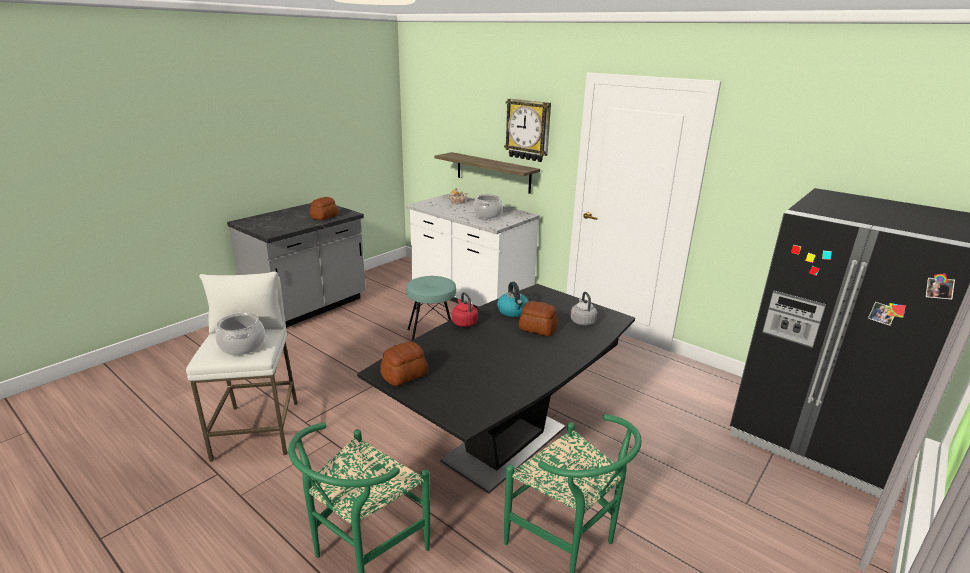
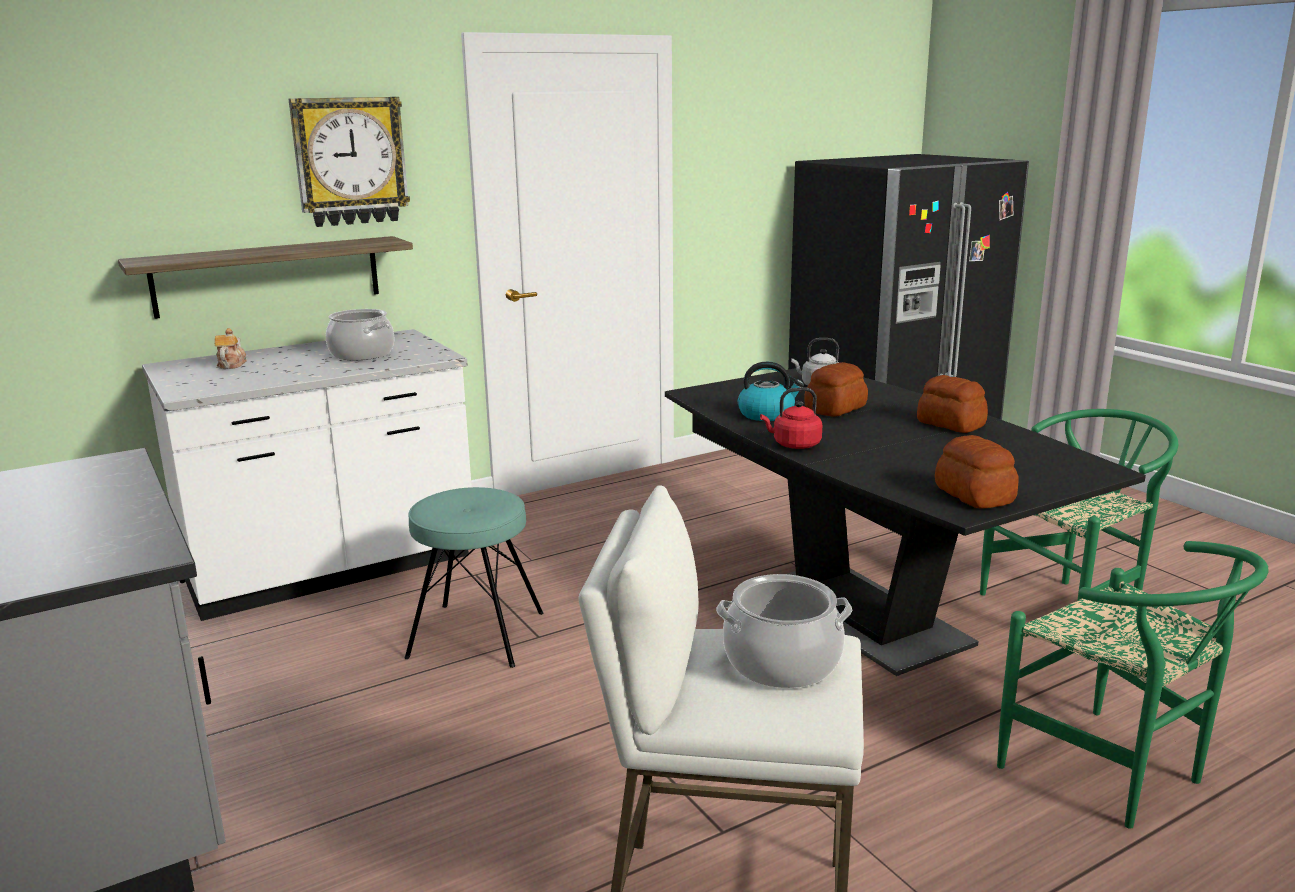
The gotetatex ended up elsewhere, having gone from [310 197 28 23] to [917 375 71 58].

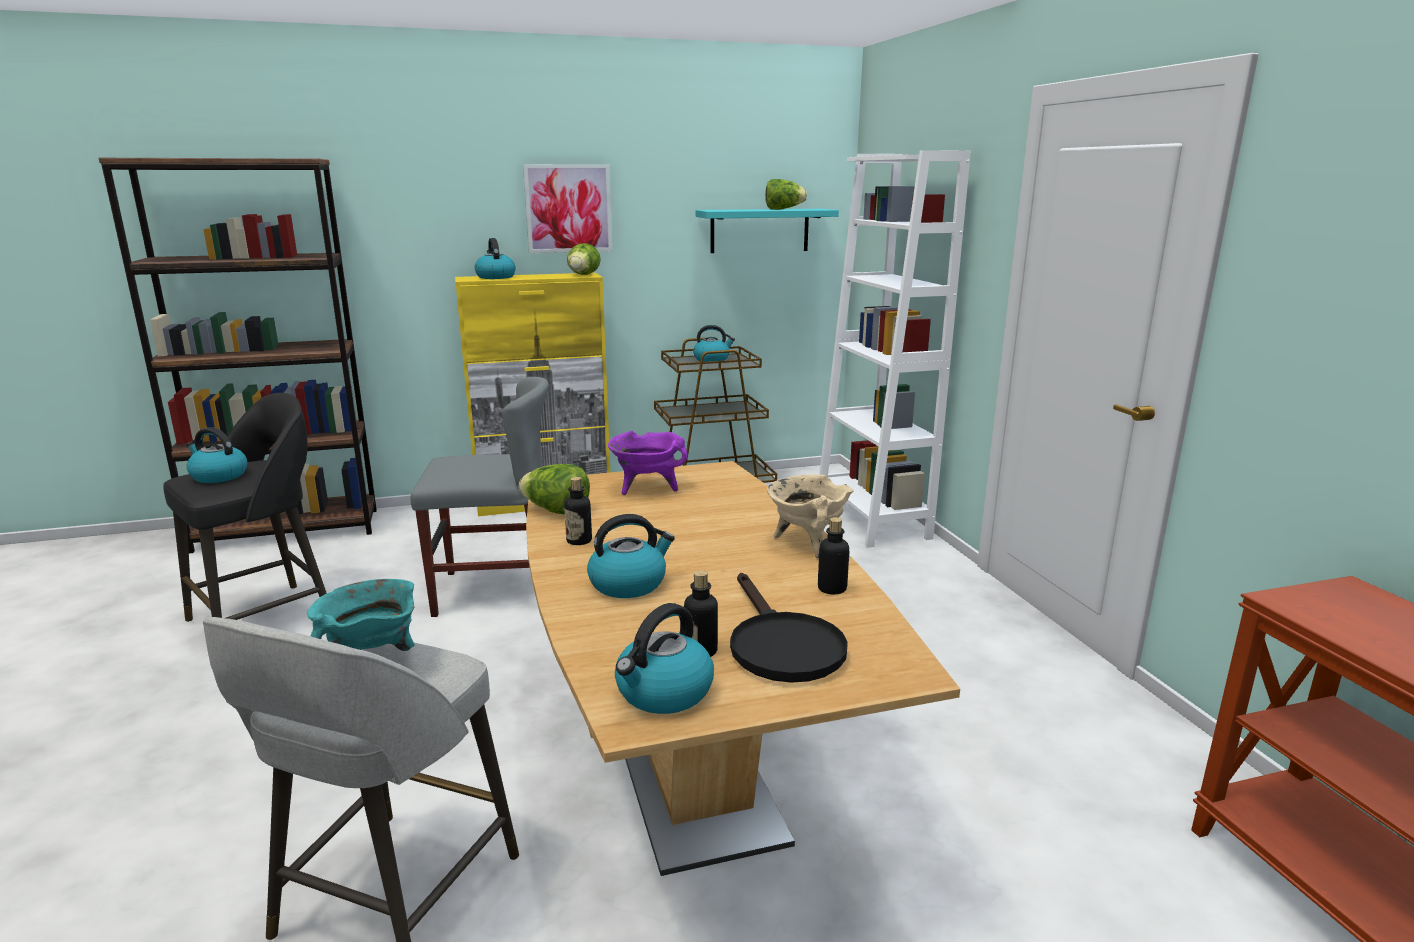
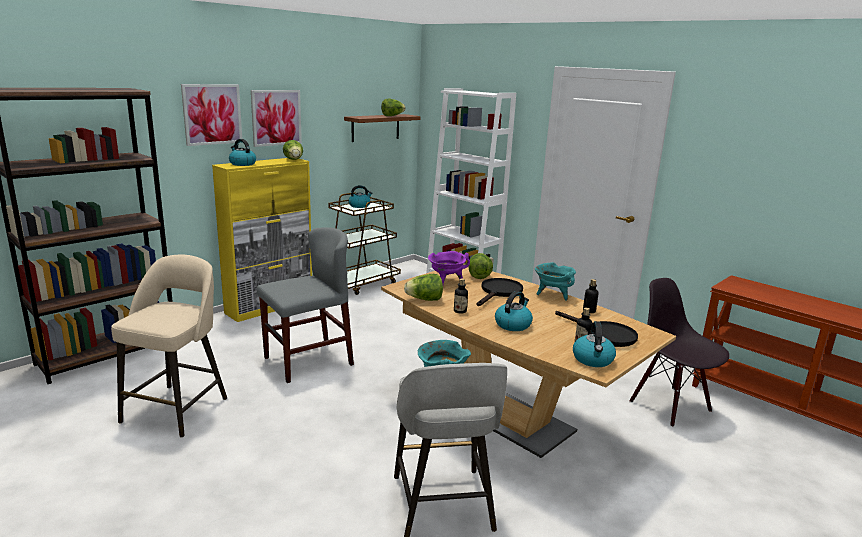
What was the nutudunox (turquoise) at [695 209 144 44] turned into the nutudunox (brown) at [344 114 77 28]. What was the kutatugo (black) at [163 393 164 229] turned into the kutatugo (beige) at [111 255 116 183]. The second view lost the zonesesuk at [186 427 61 56]. What was the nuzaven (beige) at [767 475 87 84] turned into the nuzaven (turquoise) at [535 262 41 39]. The second view gained the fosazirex at [181 84 61 62]. The second view gained the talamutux at [468 253 25 26]. The second view gained the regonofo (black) at [477 278 46 28]. The second view gained the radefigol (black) at [629 278 101 149].

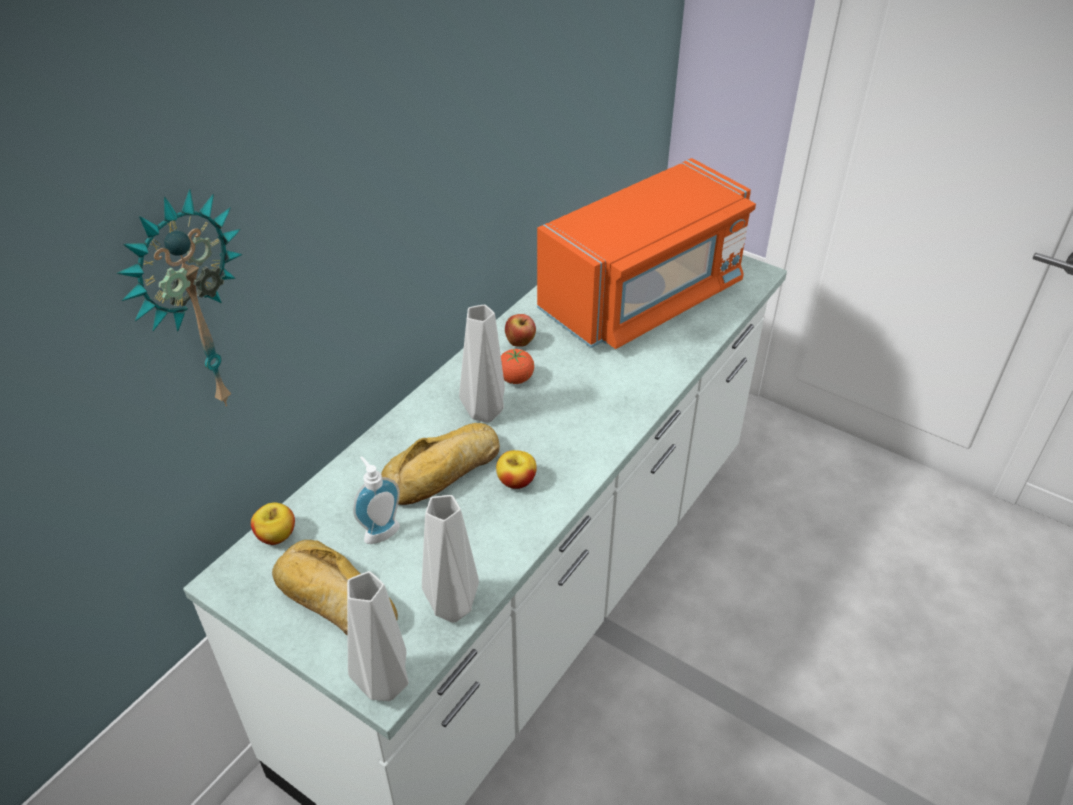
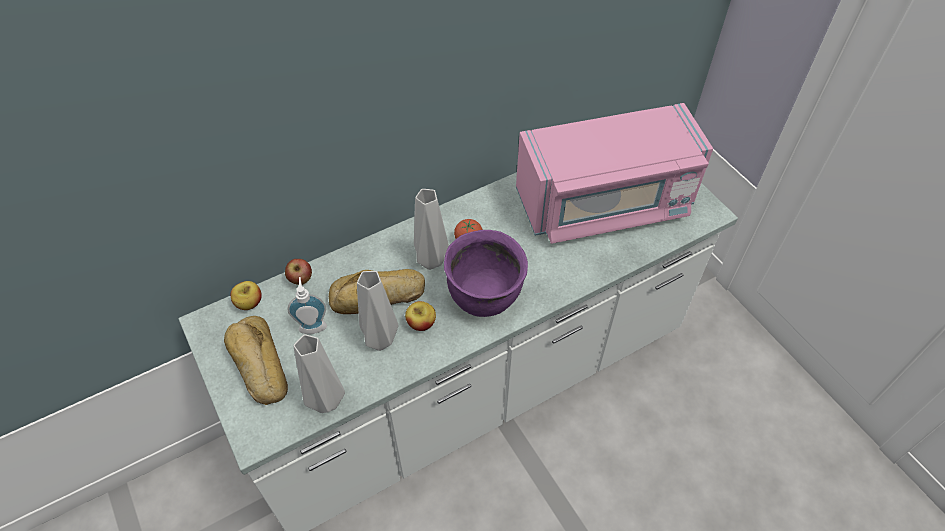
What was the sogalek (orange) at [537 158 219 191] turned into the sogalek (pink) at [516 103 197 141]. The second view lost the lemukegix at [117 189 125 217]. The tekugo ended up elsewhere, having gone from [505 314 31 33] to [285 259 27 26]. The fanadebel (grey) ended up elsewhere, having gone from [347 571 62 130] to [357 271 41 80]. The second view gained the nuzaven (purple) at [444 230 84 87].

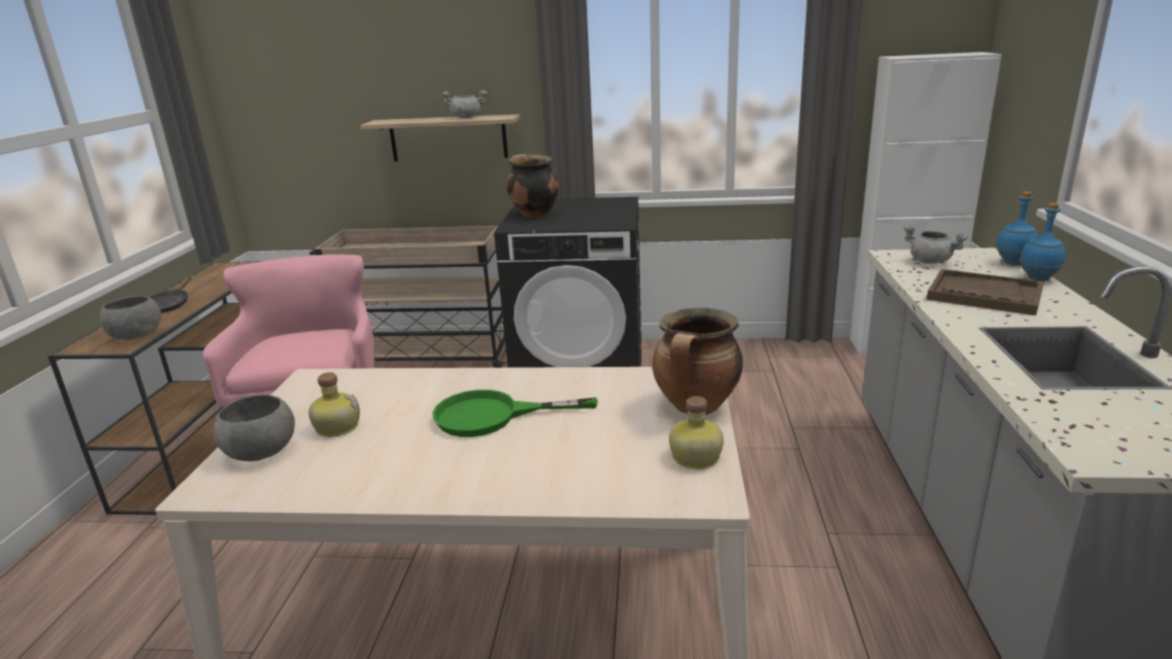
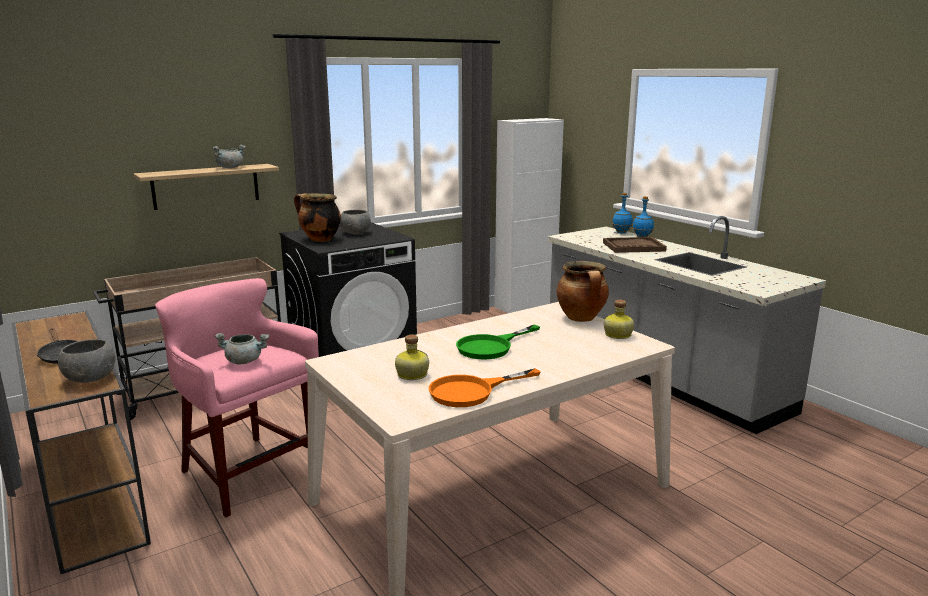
The nuzaven (grey) ended up elsewhere, having gone from [904 225 65 39] to [215 333 54 31]. The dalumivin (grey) ended up elsewhere, having gone from [213 394 82 67] to [340 210 31 24]. The second view gained the regonofo (orange) at [429 368 111 39].

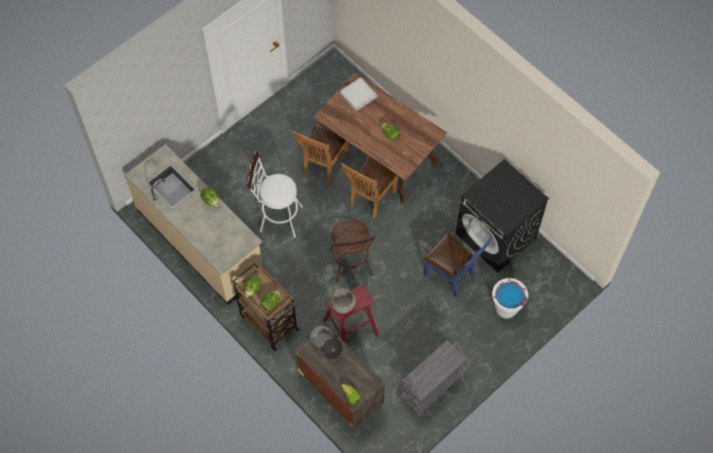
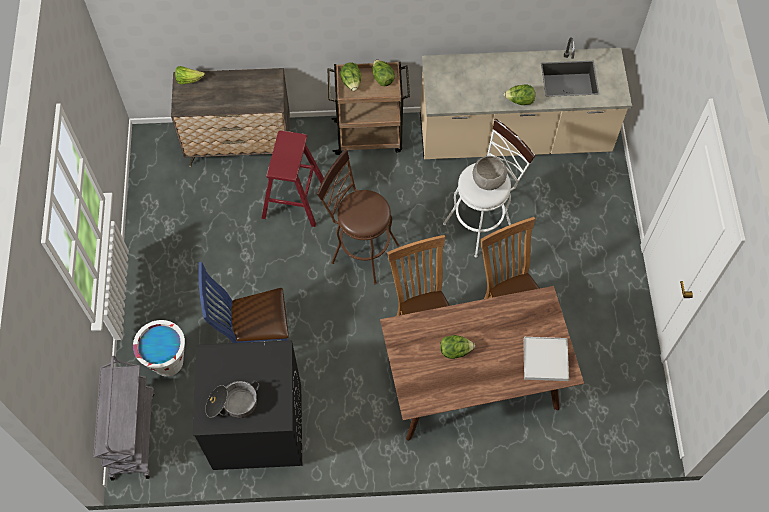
The dalumivin (grey) ended up elsewhere, having gone from [331 288 25 26] to [473 156 34 34]. The nuzaven ended up elsewhere, having gone from [306 326 37 33] to [205 380 55 38]. The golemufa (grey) ended up elsewhere, having gone from [399 340 68 77] to [93 356 61 125].

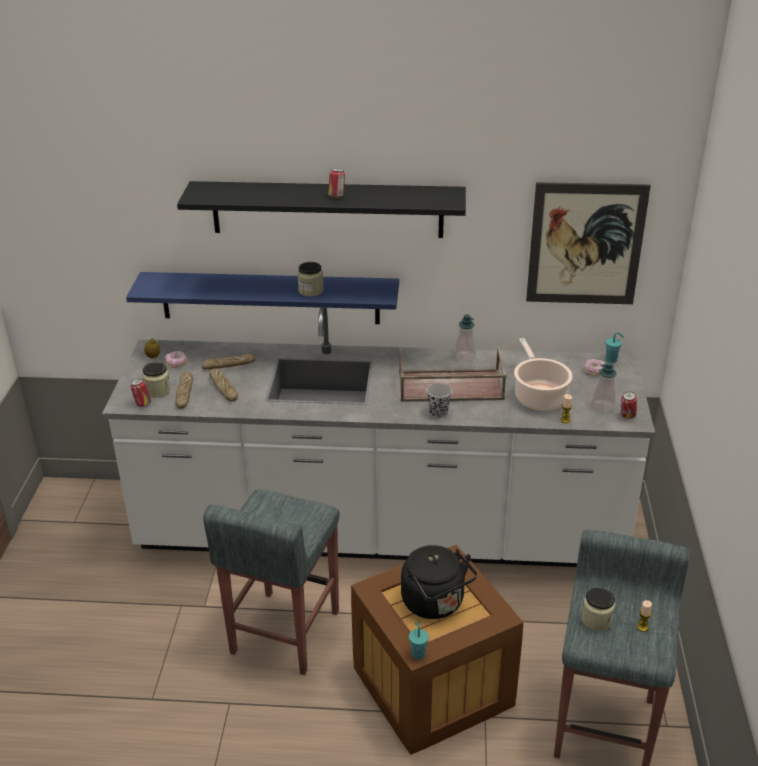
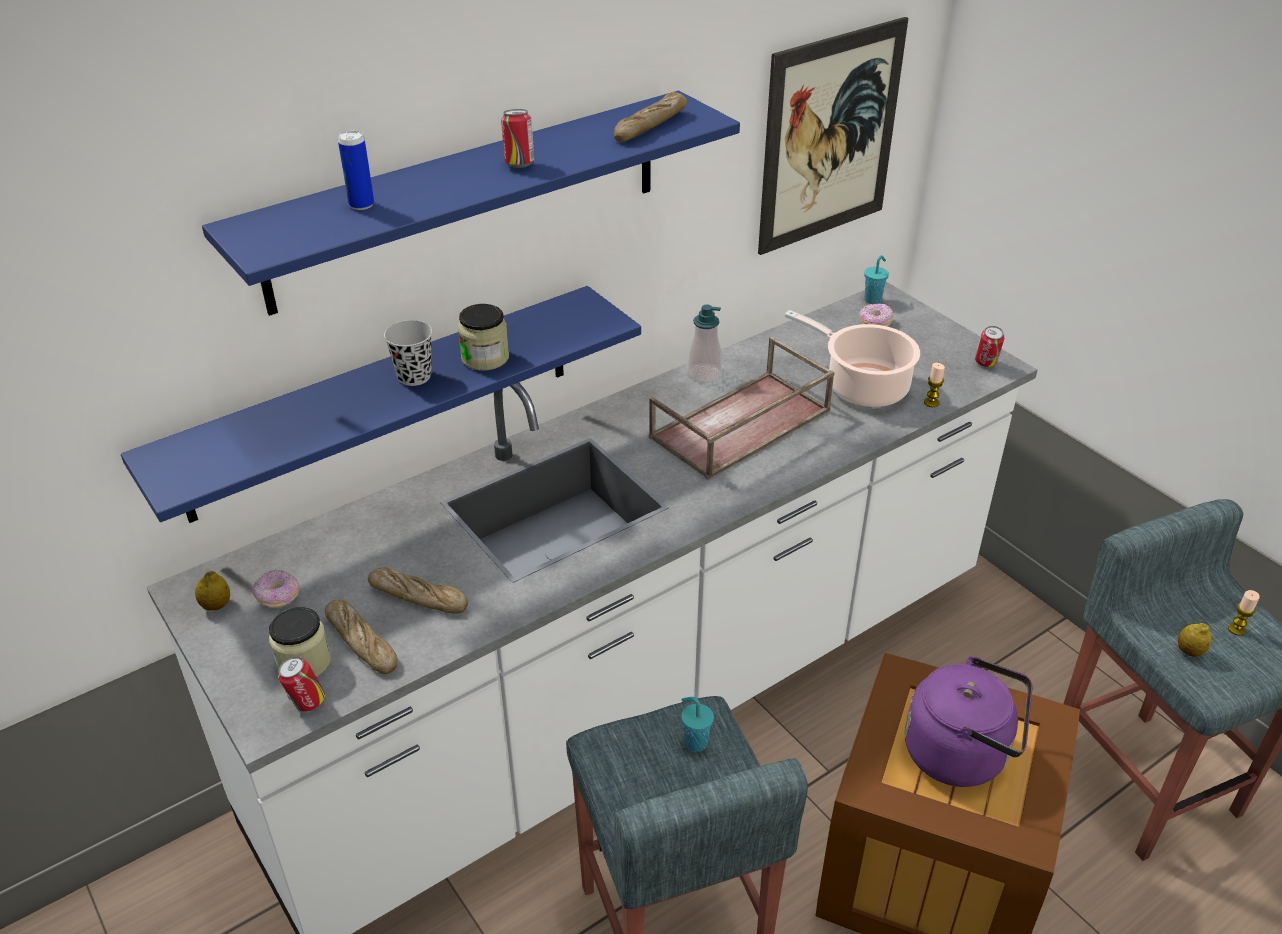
What was the nutudunox (black) at [177 181 289 57] turned into the nutudunox (blue) at [202 91 538 225]. The gotetatex ended up elsewhere, having gone from [202 354 53 16] to [614 92 73 50]. The second view lost the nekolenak at [592 362 25 50]. The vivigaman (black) ended up elsewhere, having gone from [426 383 26 35] to [384 320 48 66]. What was the zonesesuk (black) at [401 545 76 74] turned into the zonesesuk (purple) at [905 656 127 131]. Where the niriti stood at [581 587 34 44], the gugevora came to stand at [1178 623 33 34]. The vivigaman (turquoise) ended up elsewhere, having gone from [409 622 20 37] to [681 697 33 55]. The second view gained the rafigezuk at [338 131 36 79].

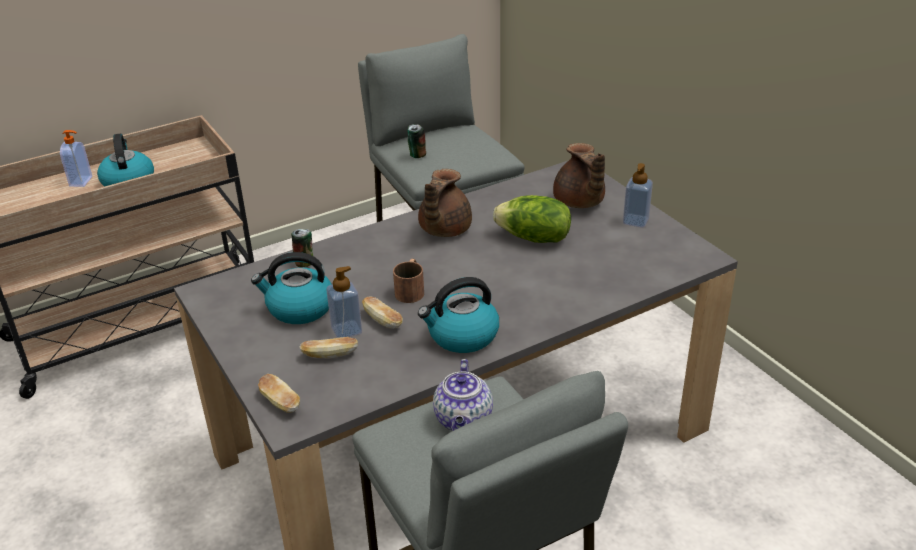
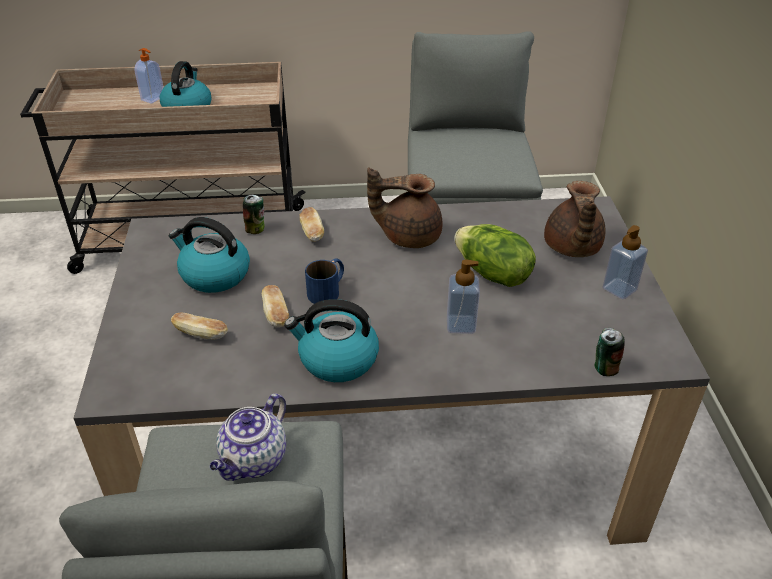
The rafigezuk ended up elsewhere, having gone from [408 124 18 34] to [595 328 30 48]. The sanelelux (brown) at [418 169 54 68] ended up facing another way, 45 degrees clockwise from before. What was the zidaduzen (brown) at [393 258 31 45] turned into the zidaduzen (blue) at [305 258 39 46]. The nekolenak ended up elsewhere, having gone from [326 266 36 72] to [447 260 33 74]. The gotetatex ended up elsewhere, having gone from [258 374 42 39] to [300 207 24 35].

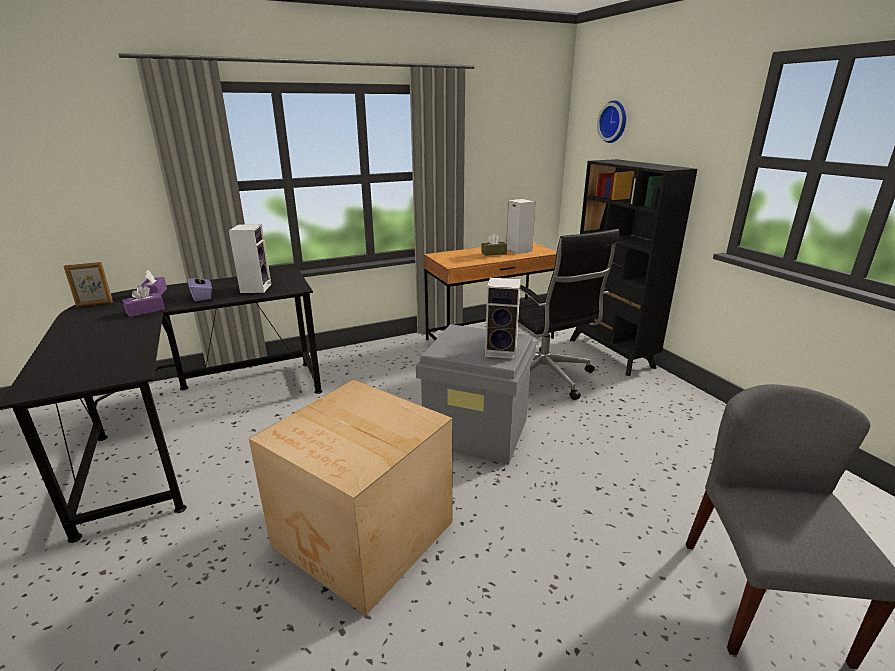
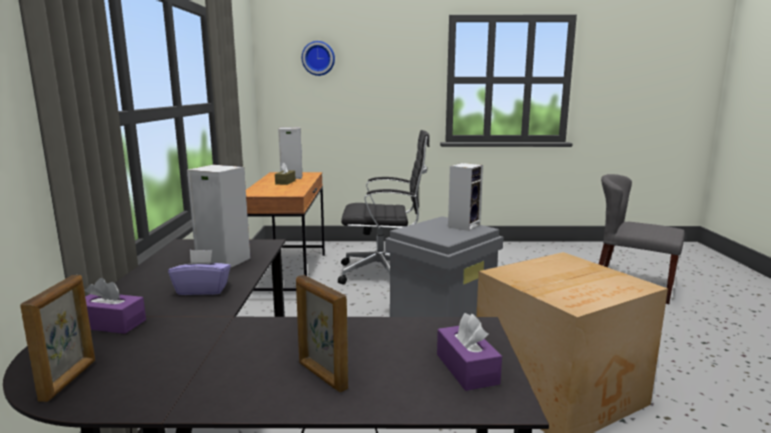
The second view lost the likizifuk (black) at [570 159 127 217]. The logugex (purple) ended up elsewhere, having gone from [122 285 43 32] to [437 313 65 78]. The second view gained the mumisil at [296 275 52 118].

